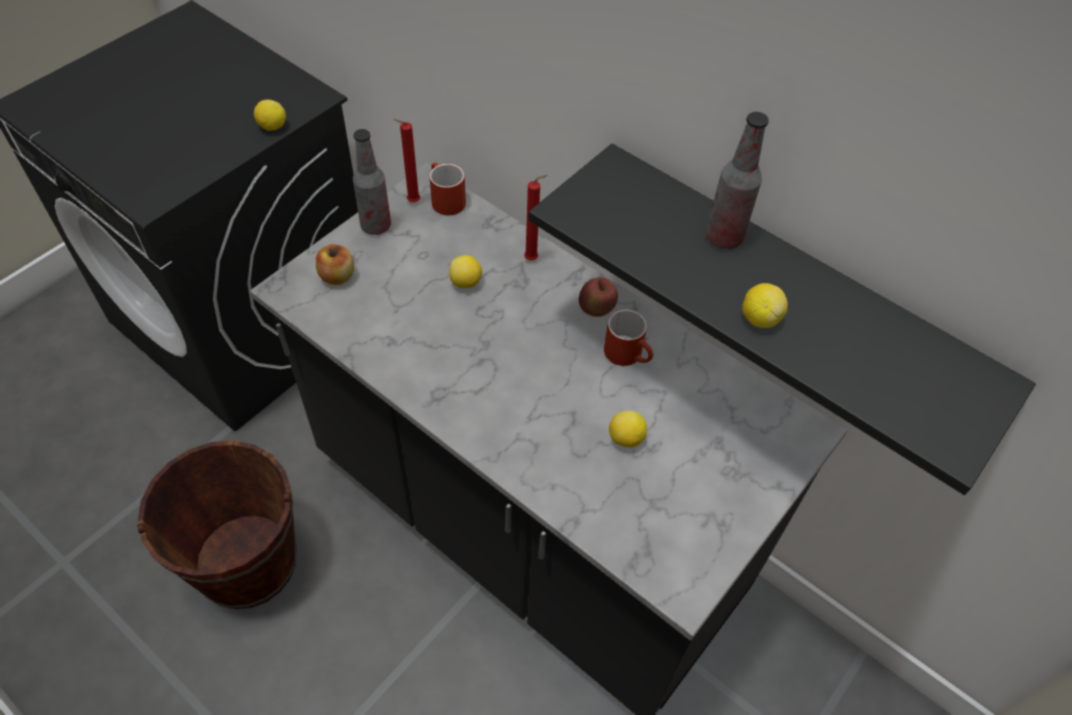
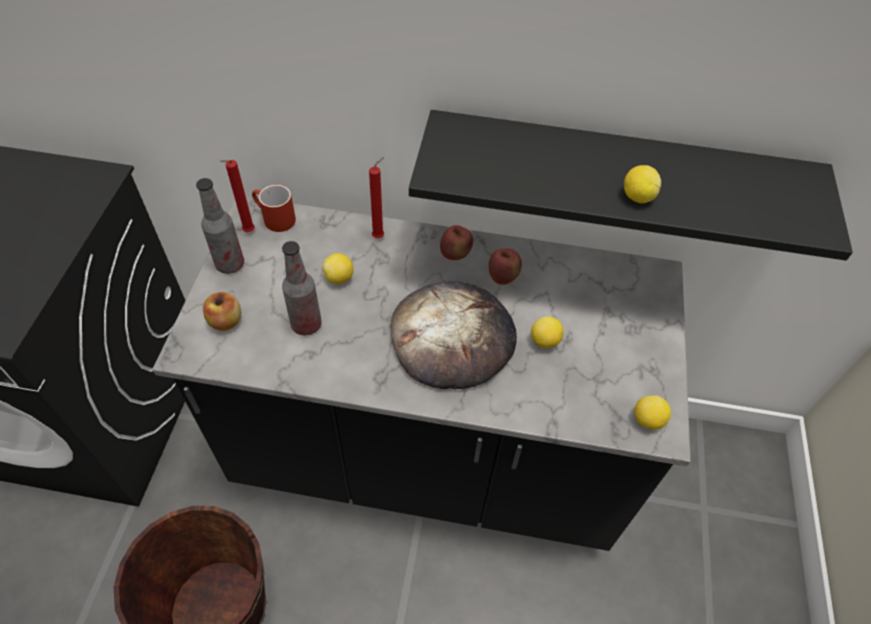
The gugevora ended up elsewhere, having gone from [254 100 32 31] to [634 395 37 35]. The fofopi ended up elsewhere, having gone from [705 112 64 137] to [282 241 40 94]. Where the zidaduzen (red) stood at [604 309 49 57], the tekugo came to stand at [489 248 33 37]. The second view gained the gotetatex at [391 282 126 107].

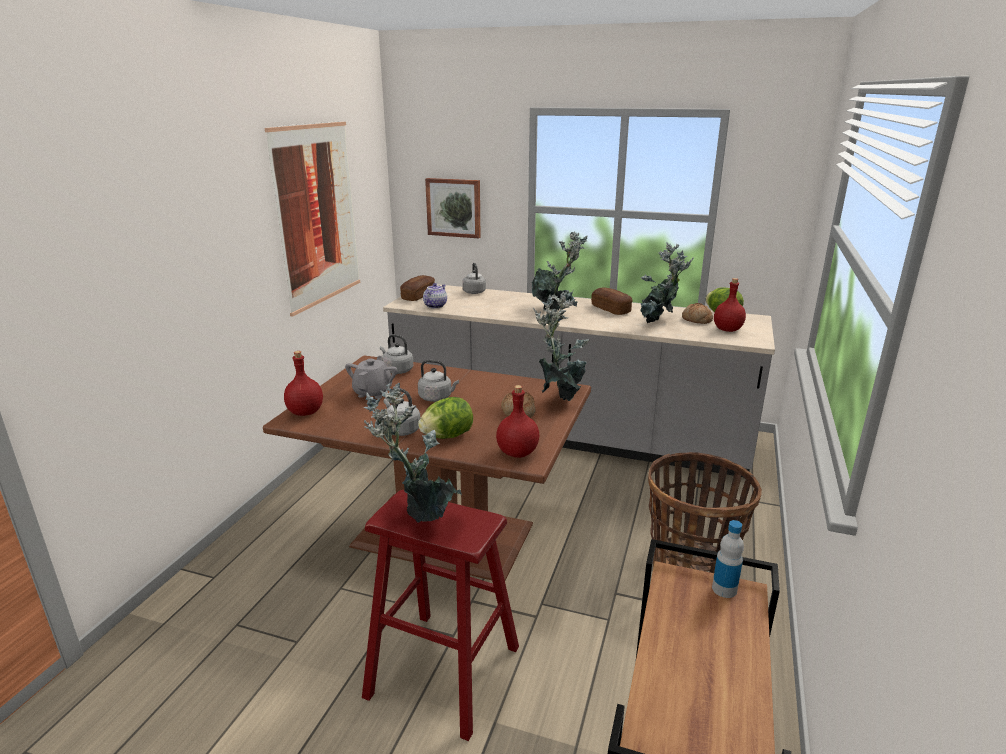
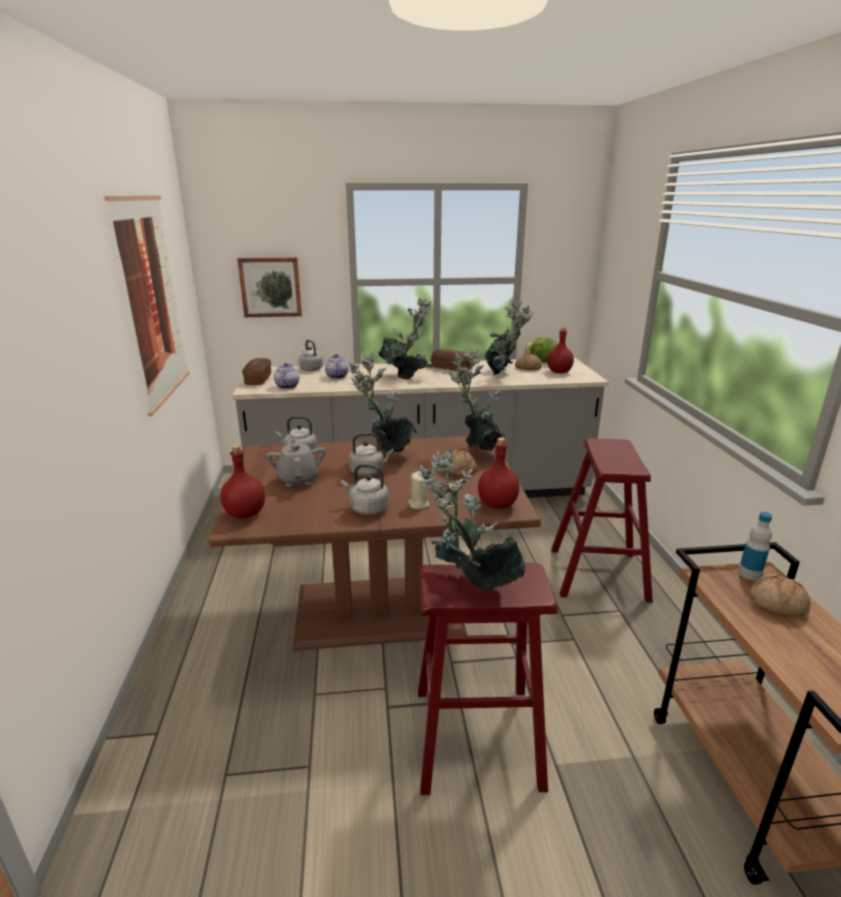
Where the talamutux stood at [418 397 55 42], the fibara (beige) came to stand at [408 471 21 38]. Where the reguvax stood at [648 452 114 121], the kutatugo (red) came to stand at [551 438 102 165]. The second view gained the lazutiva at [349 353 68 100]. The second view gained the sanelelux at [325 354 24 25]. The second view gained the gotetatex at [750 573 61 44].

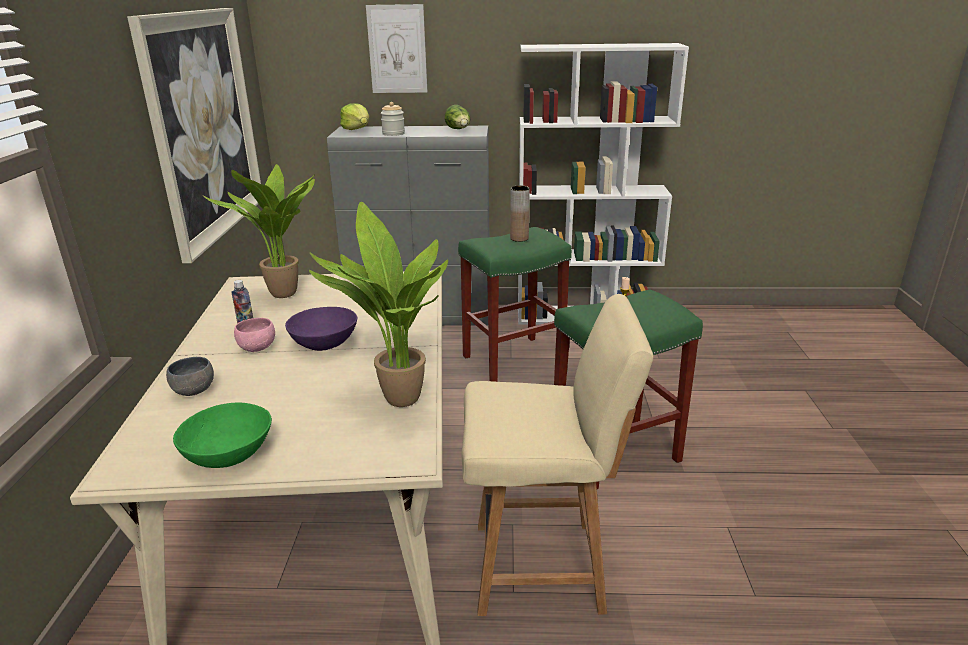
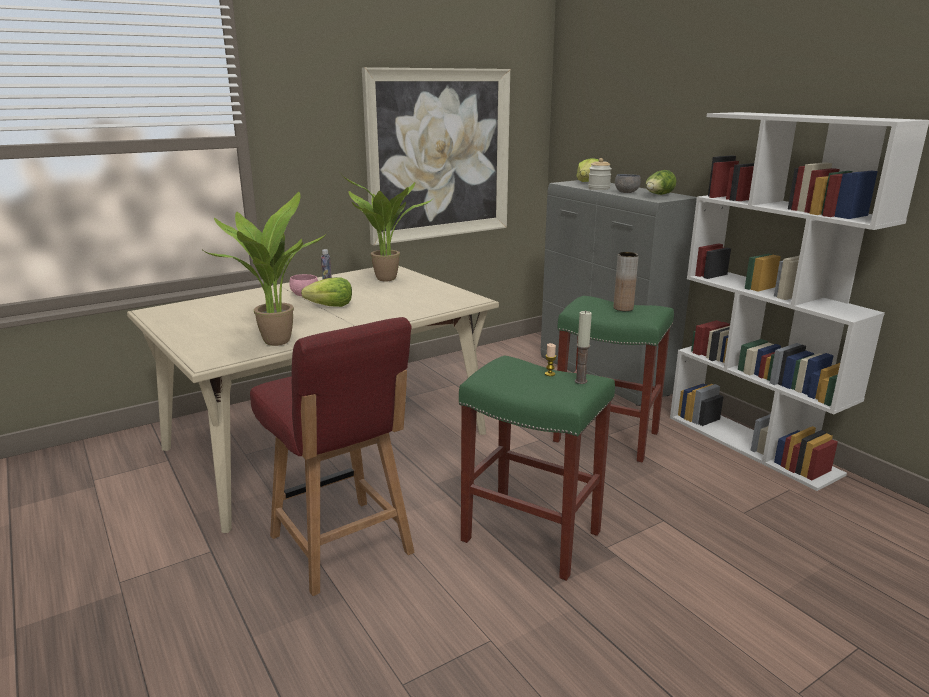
The second view lost the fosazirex at [366 4 61 89]. What was the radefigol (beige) at [462 294 191 322] turned into the radefigol (red) at [250 317 164 279]. Where the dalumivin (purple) stood at [285 307 72 44], the talamutux came to stand at [301 277 51 30]. The dalumivin (grey) ended up elsewhere, having gone from [166 357 48 39] to [615 174 26 19]. The second view lost the dalumivin (green) at [173 402 99 66]. The second view gained the fibara at [575 310 17 74].

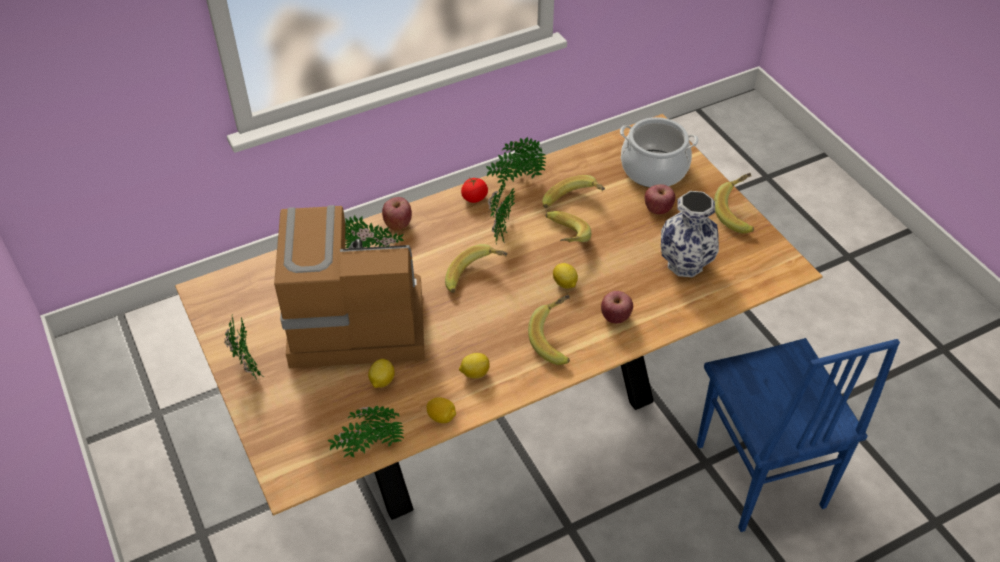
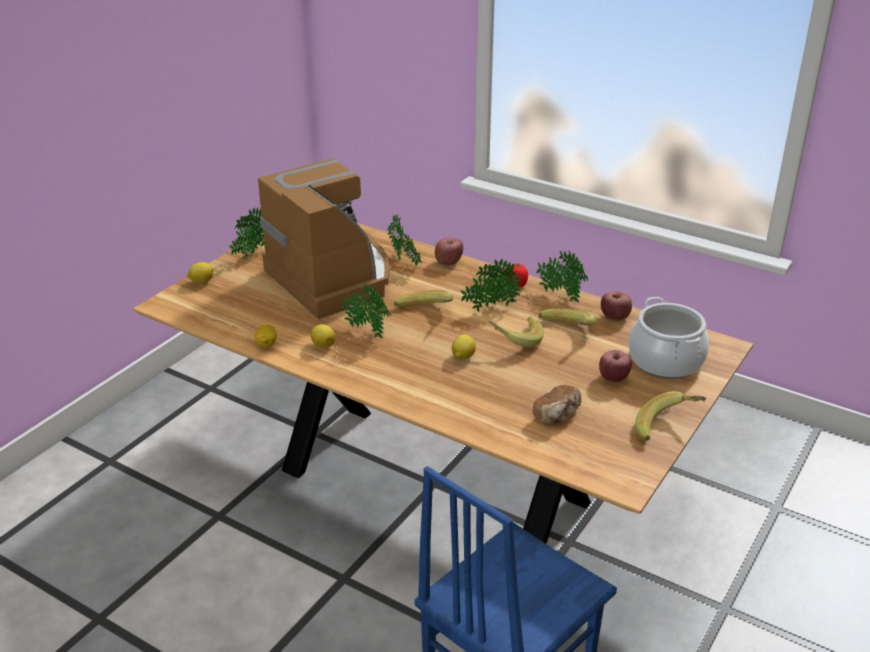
Where the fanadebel stood at [661 191 58 86], the gotetatex came to stand at [533 385 49 41]. The tekugo ended up elsewhere, having gone from [601 291 32 32] to [601 291 31 30]. The second view lost the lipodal at [528 295 42 70]. The gugevora ended up elsewhere, having gone from [368 359 27 29] to [187 262 27 21]. The lazutiva ended up elsewhere, having gone from [327 406 77 51] to [342 284 49 55].

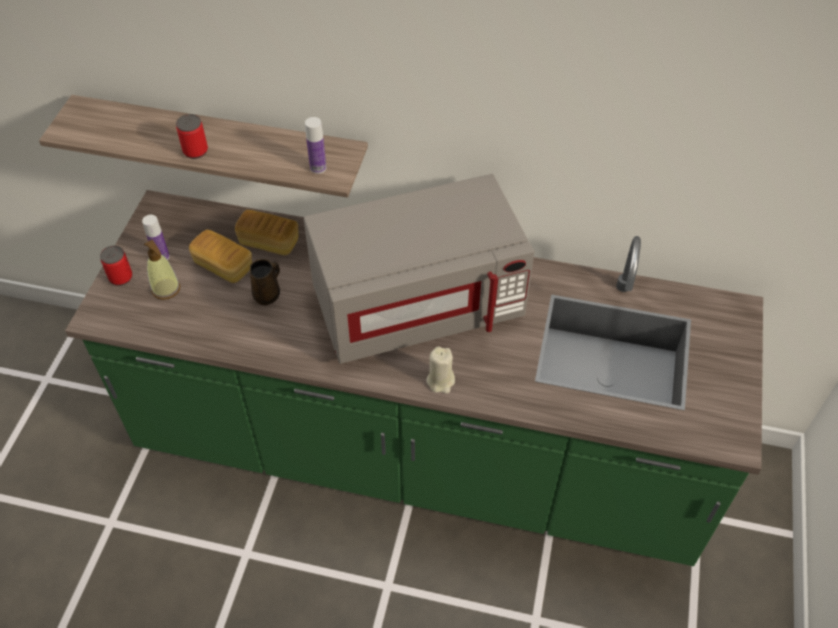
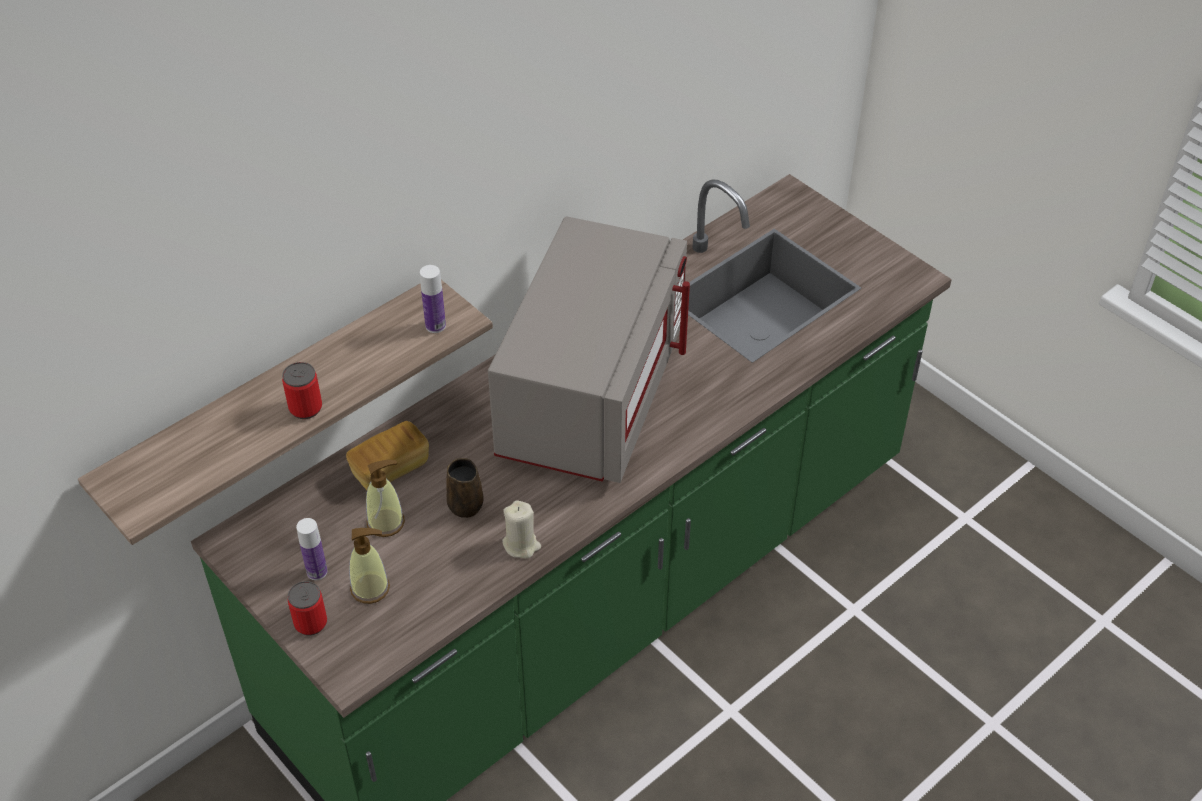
Where the gotetatex stood at [189 230 63 53], the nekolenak came to stand at [366 460 39 77]. The fibara (beige) ended up elsewhere, having gone from [426 347 29 47] to [502 500 39 59].

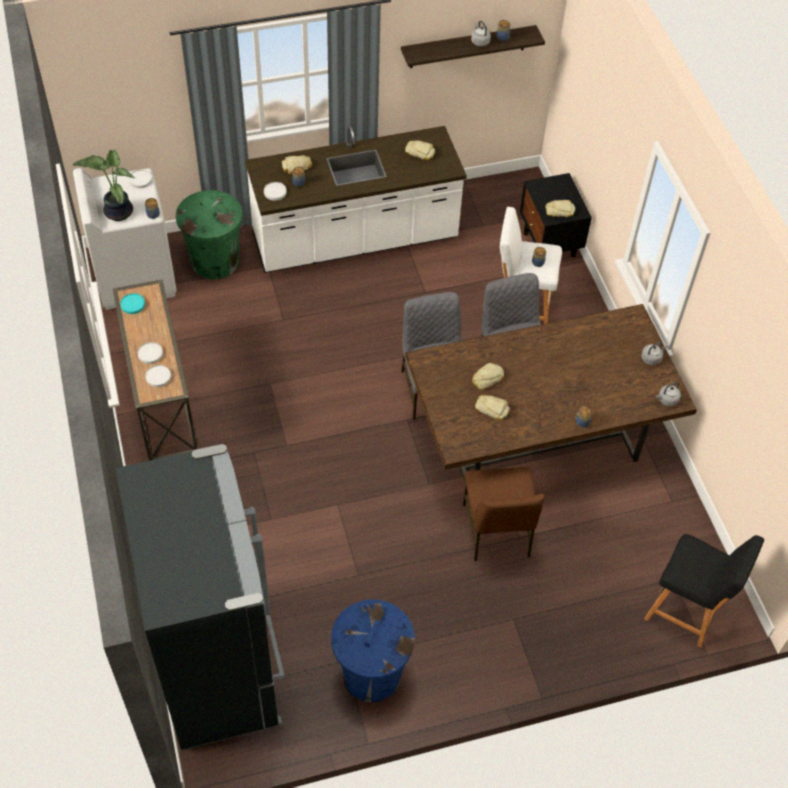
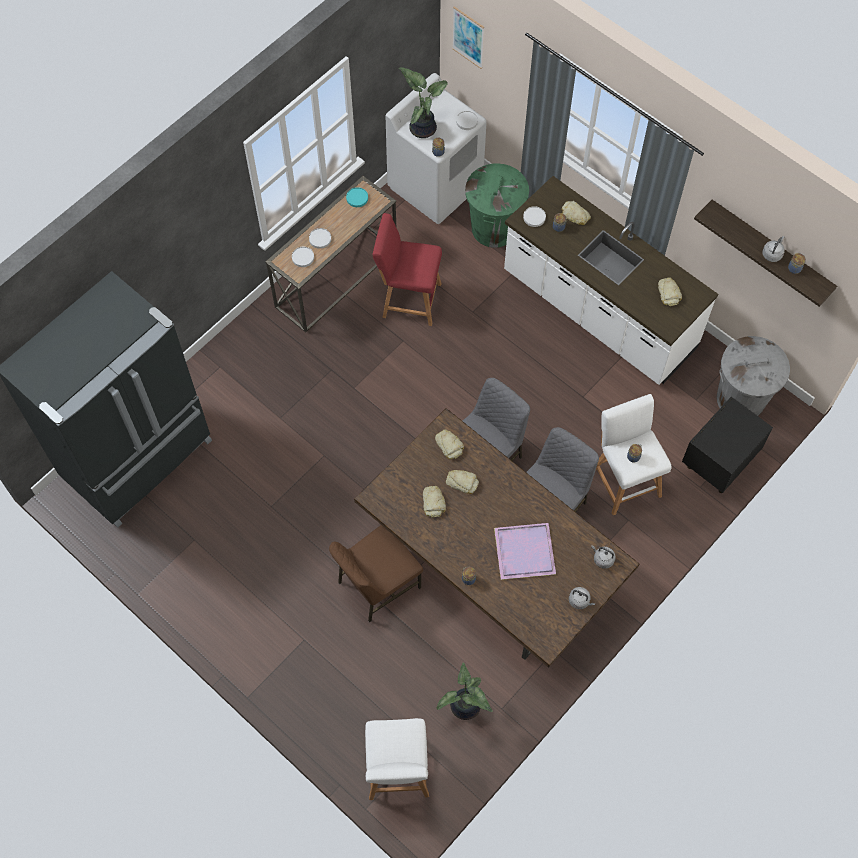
The gotetatex ended up elsewhere, having gone from [545 200 30 17] to [435 430 29 29]. The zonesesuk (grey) ended up elsewhere, having gone from [656 382 25 24] to [591 545 24 24]. What was the kutatugo (black) at [644 534 120 114] turned into the kutatugo (white) at [365 718 64 82]. The second view lost the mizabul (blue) at [331 600 84 102]. The second view gained the fosazirex at [452 6 32 63]. The second view gained the kutatugo (red) at [373 213 69 113]. The second view gained the mizabul (grey) at [717 336 73 80]. The second view gained the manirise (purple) at [494 523 62 57]. The second view gained the lazutiva at [437 663 56 57].

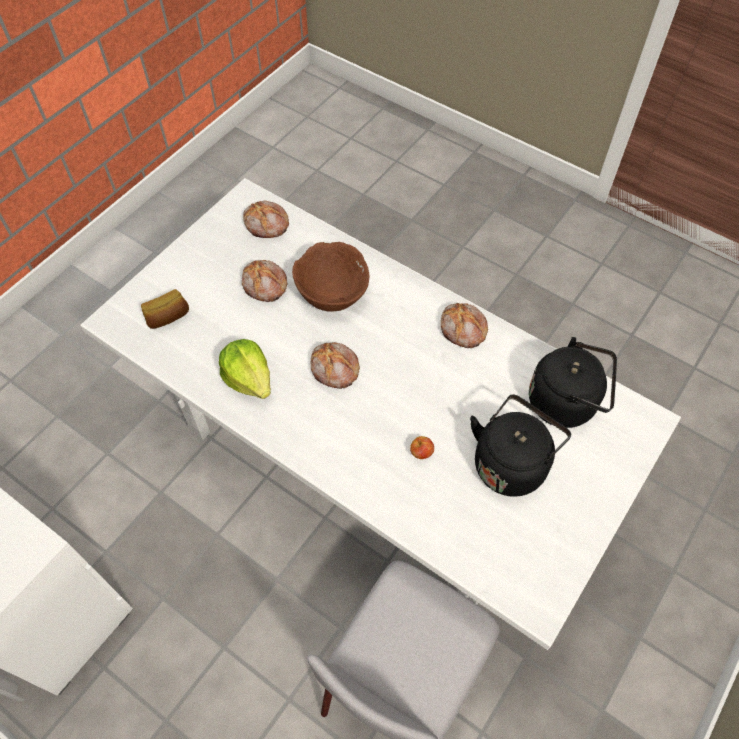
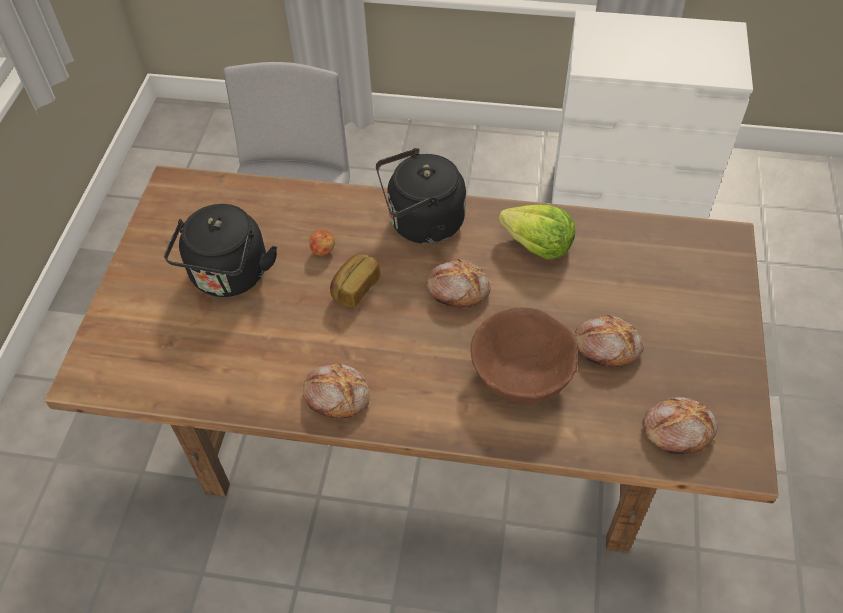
What was the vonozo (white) at [80 178 601 472] turned into the vonozo (brown) at [45 165 734 388]. The gotetatex ended up elsewhere, having gone from [141 289 48 40] to [330 254 51 54]. The zonesesuk (black) ended up elsewhere, having gone from [529 337 88 91] to [376 148 90 96].

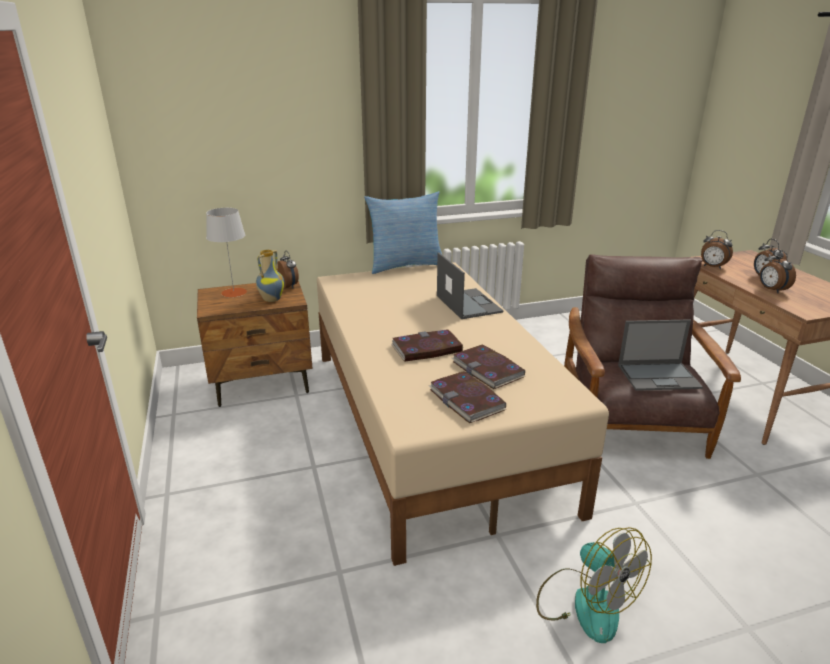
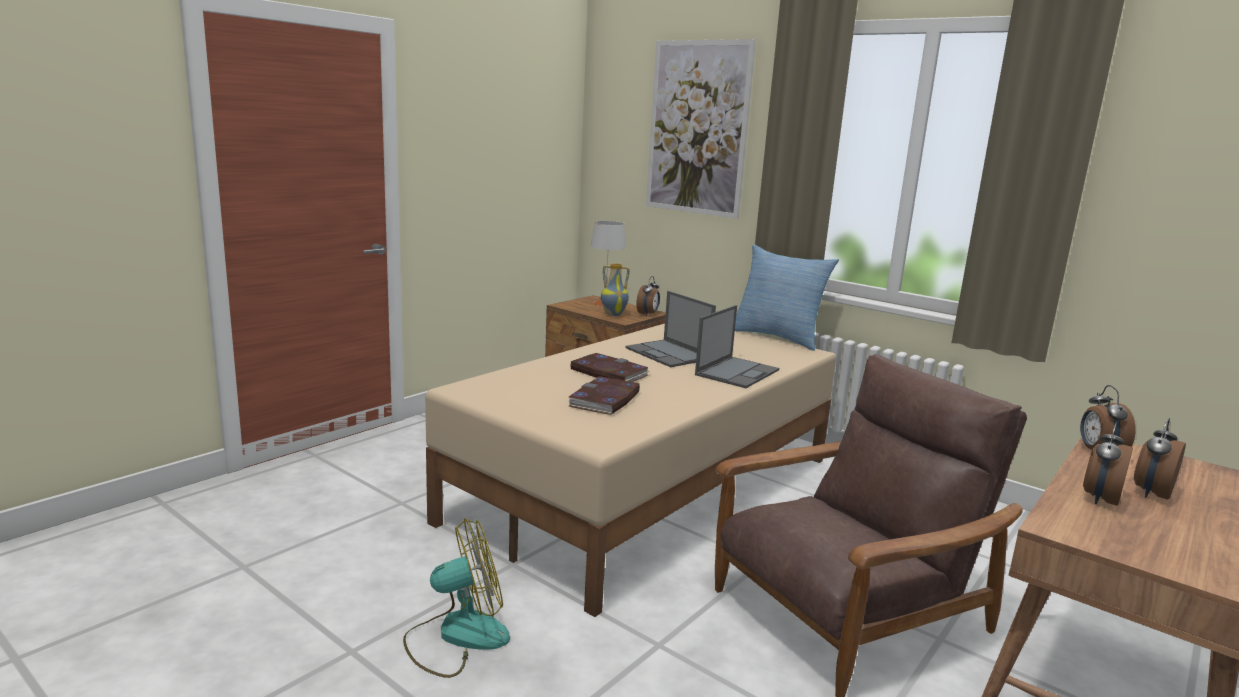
The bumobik ended up elsewhere, having gone from [618 319 85 72] to [625 291 91 76]. The second view lost the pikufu at [429 371 77 52]. The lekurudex at [536 527 116 116] ended up facing another way, 135 degrees counterclockwise from before. The second view gained the fosazirex at [646 39 110 180].

